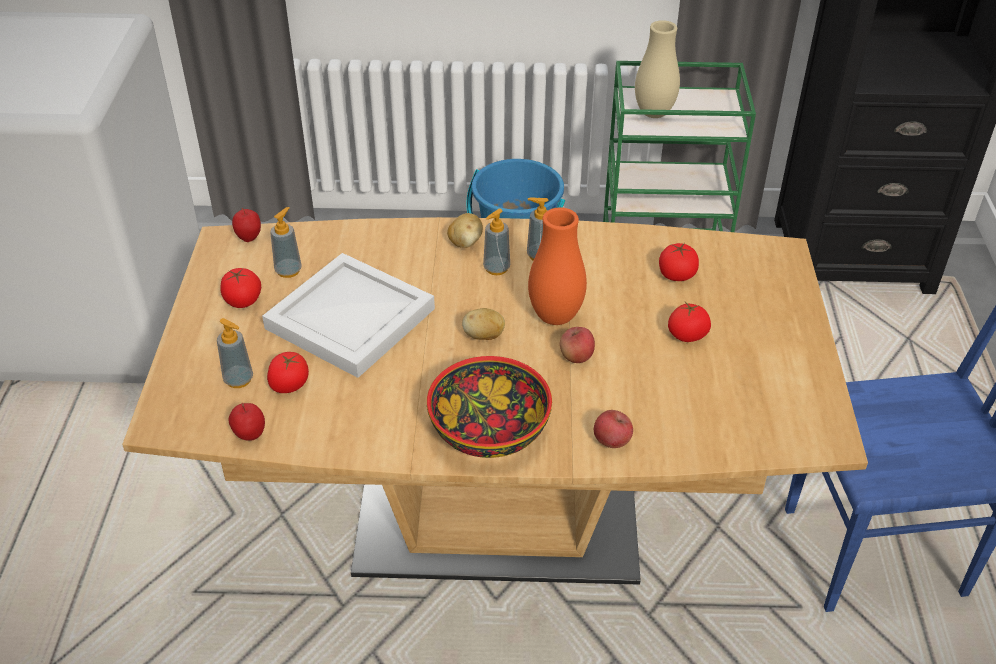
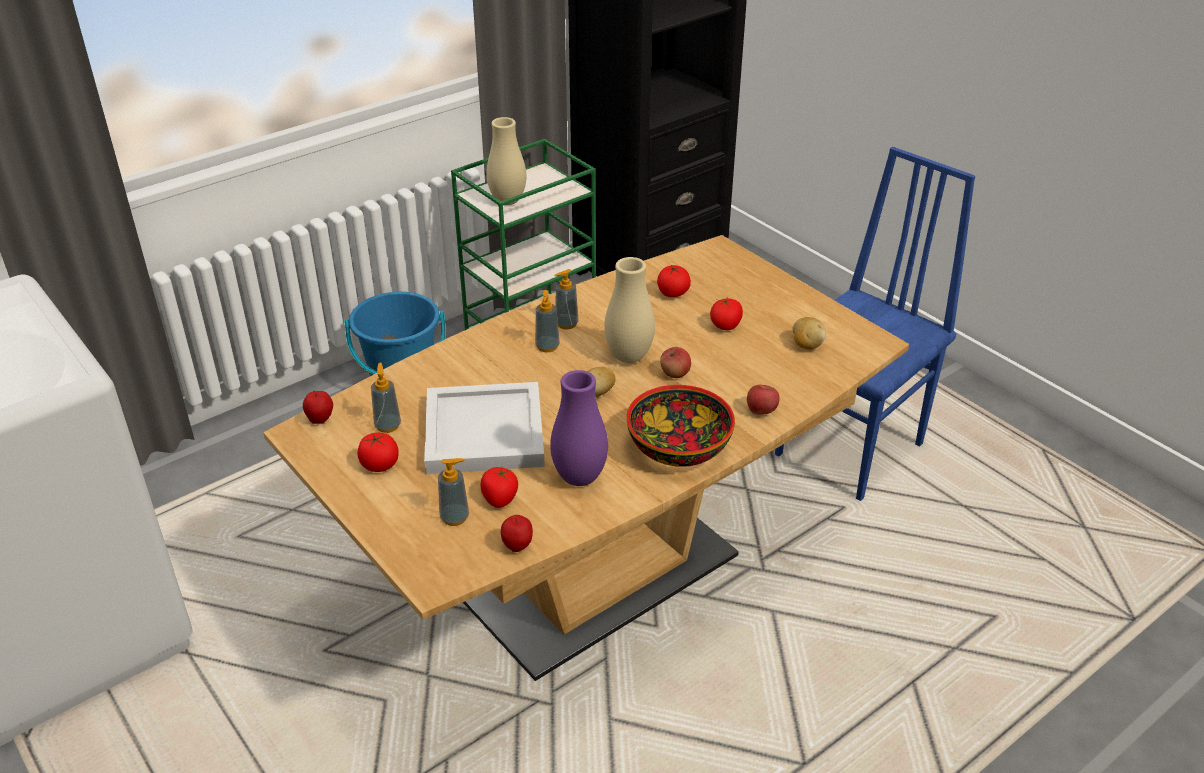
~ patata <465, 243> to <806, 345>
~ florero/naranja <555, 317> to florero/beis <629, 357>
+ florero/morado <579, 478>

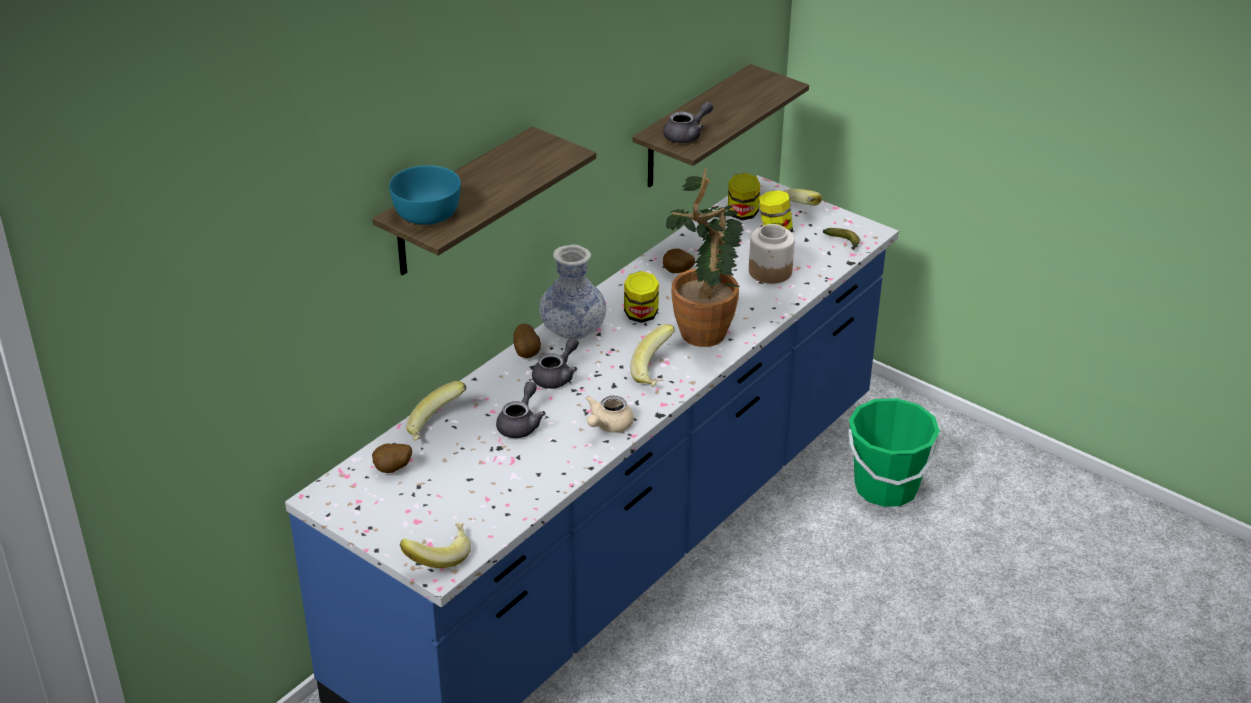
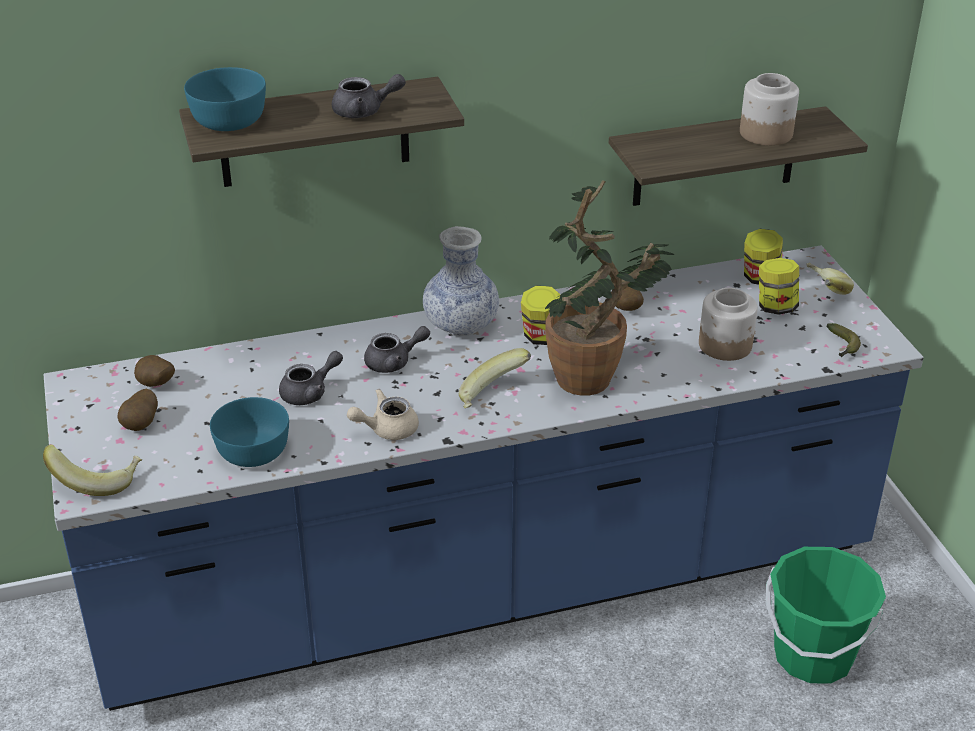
- plátano <437, 427>
~ patata <527, 353> to <142, 425>
~ tetera/gris <687, 135> to <364, 111>
+ cuenco/turquesa <252, 451>
+ tarro <765, 133>

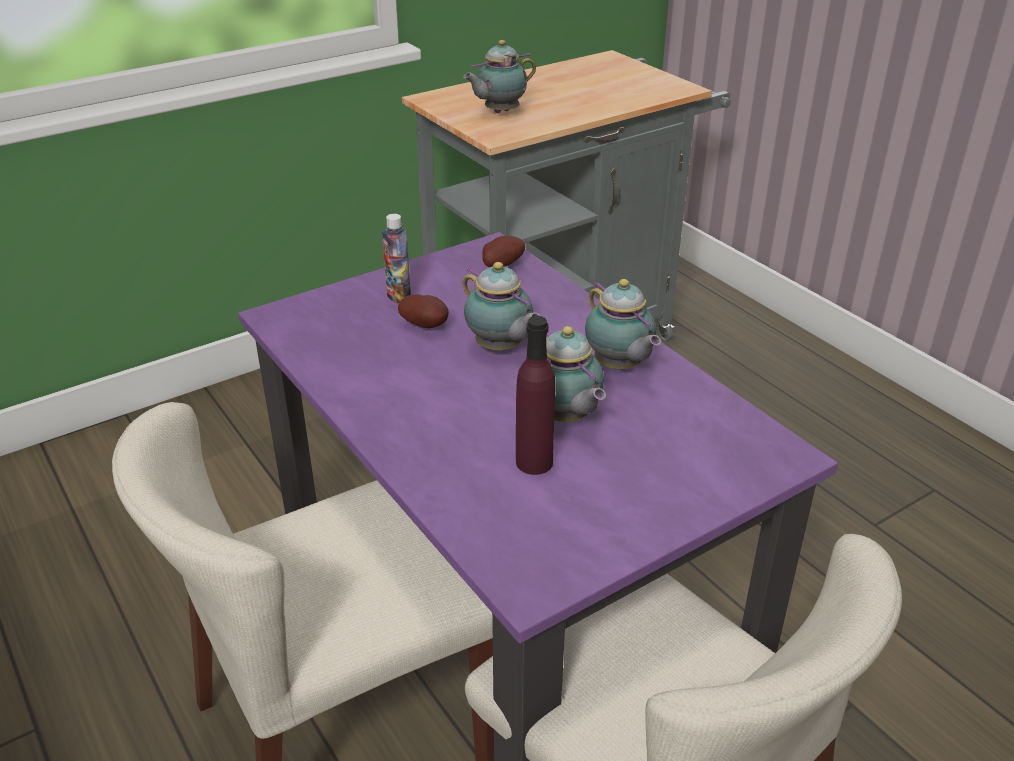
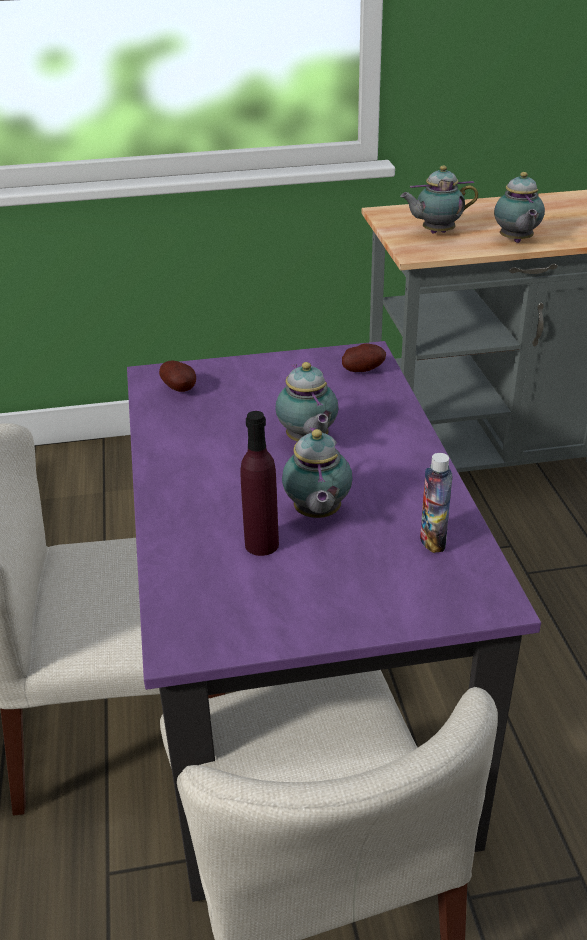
~ botella <399, 296> to <432, 541>
~ patata <426, 326> to <180, 389>
~ tetera <619, 367> to <515, 241>

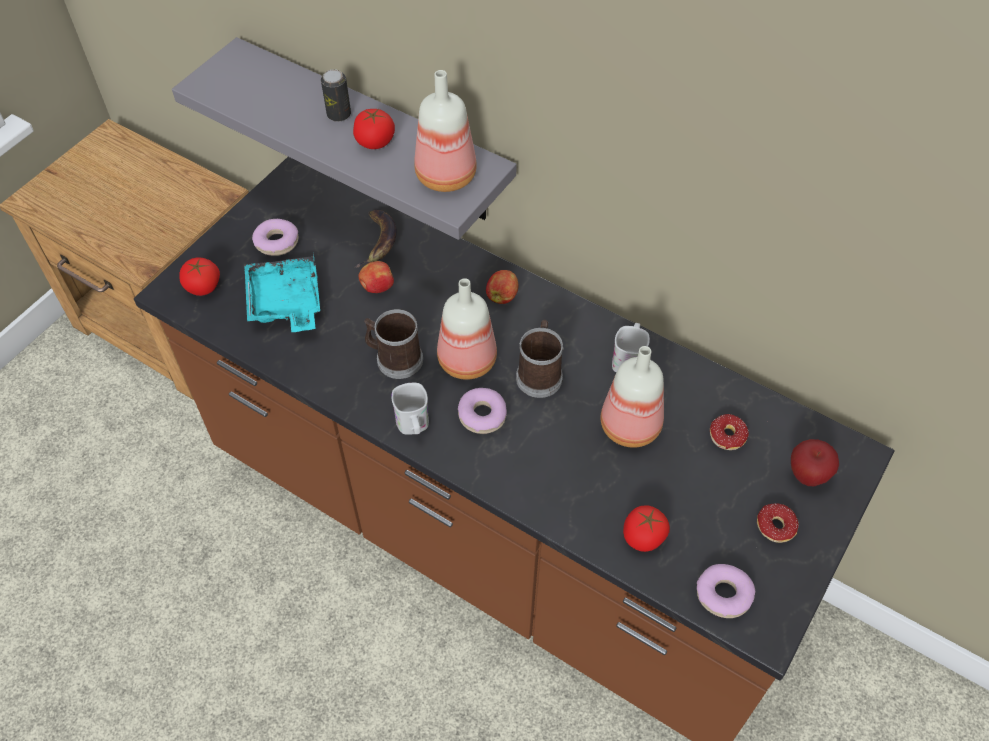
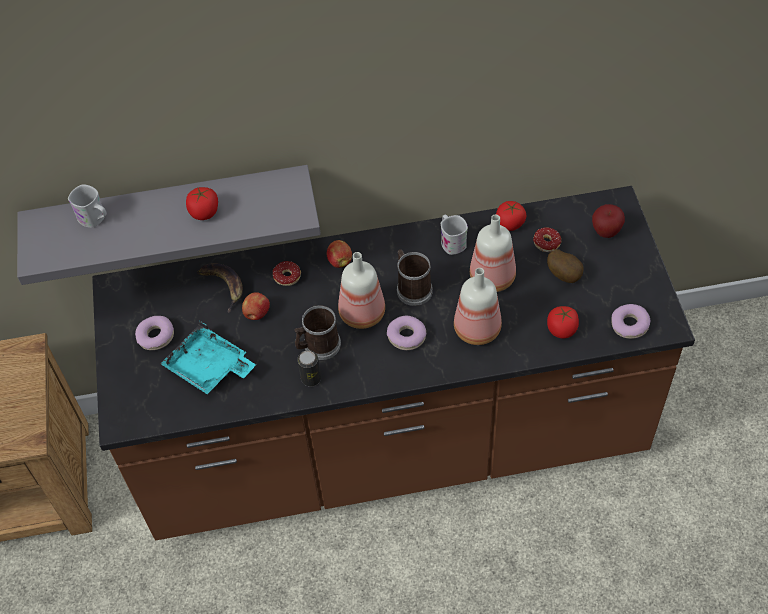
~ tomate <203, 287> to <509, 223>
~ lata <339, 114> to <311, 378>
~ taza grande/blanco <413, 426> to <95, 219>
~ botella <447, 177> to <478, 329>
~ rosquilla <769, 529> to <285, 280>
+ patata <564, 274>

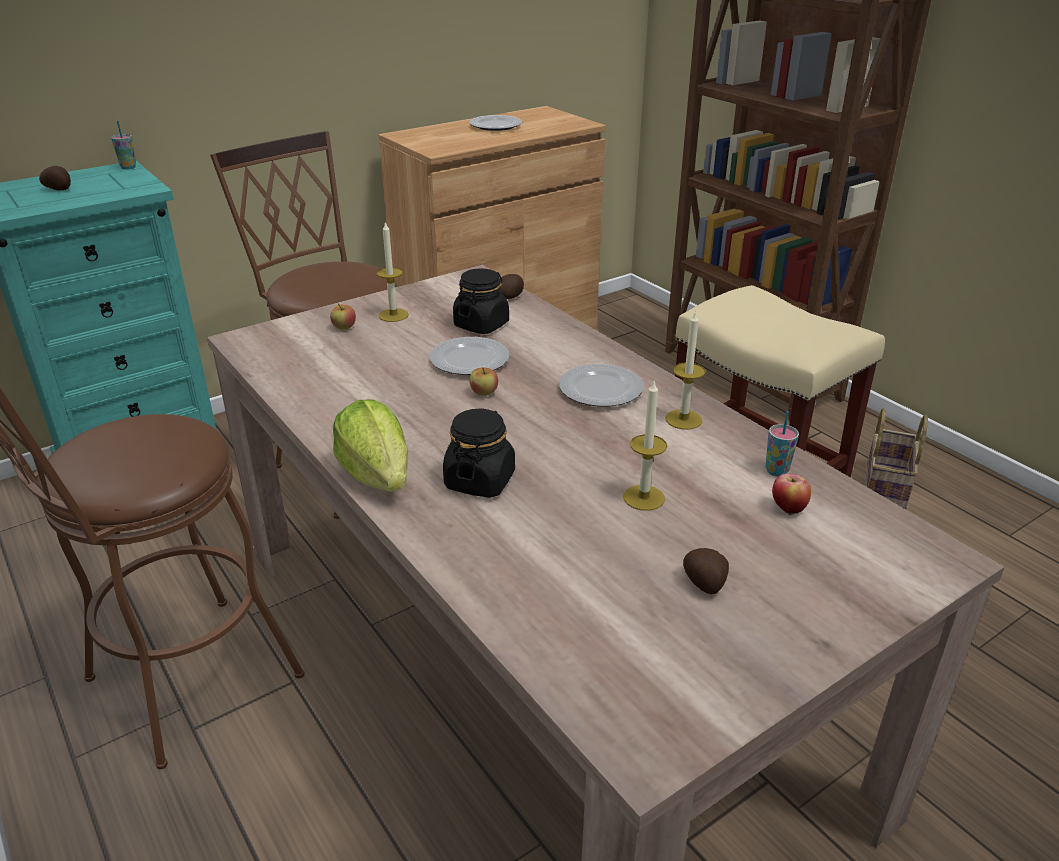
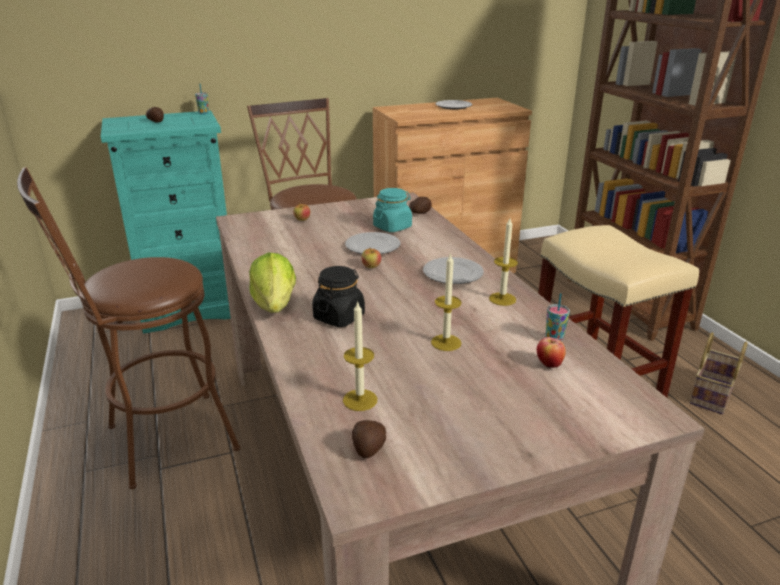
~ vela <393, 315> to <360, 400>
~ tarro/negro <481, 325> to tarro/turquesa <392, 227>
~ patata <705, 583> to <368, 449>

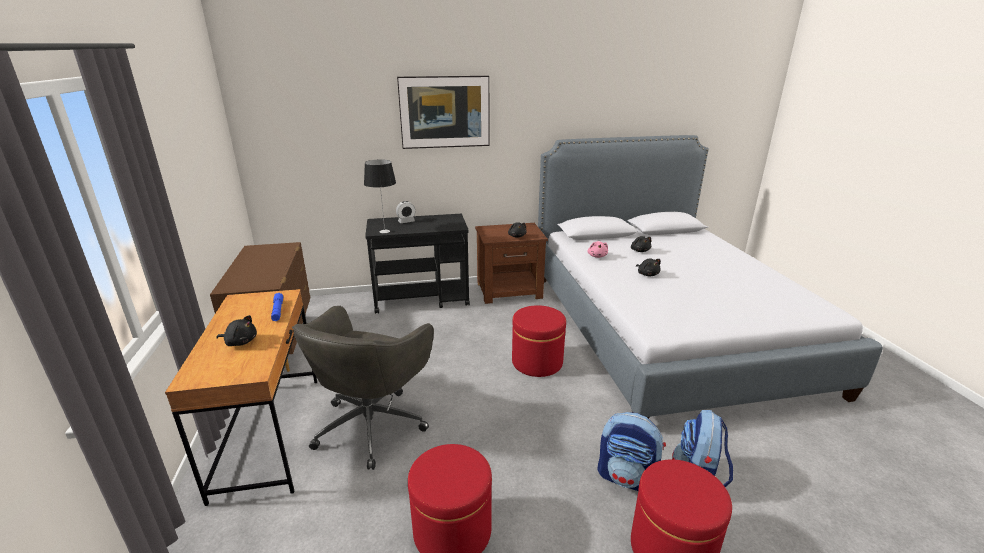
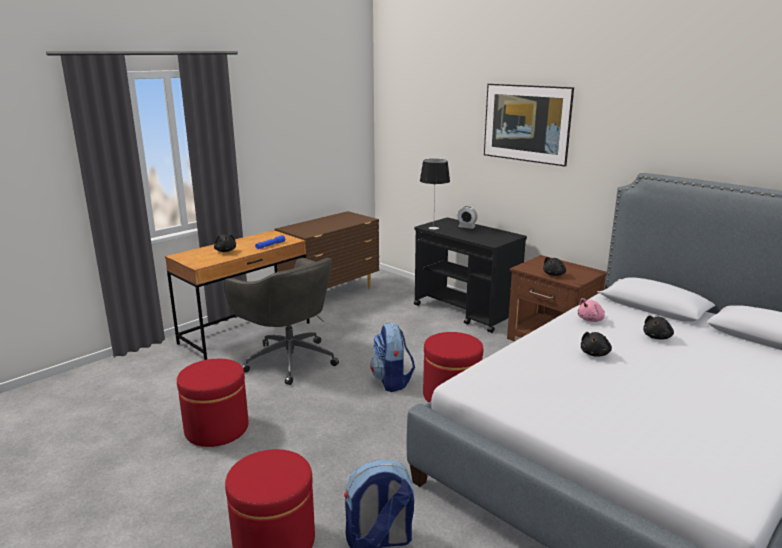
~ silla de oficina/gris <372, 424> = <288, 359> 120 degrees counterclockwise
~ mochila <627, 478> to <392, 381>

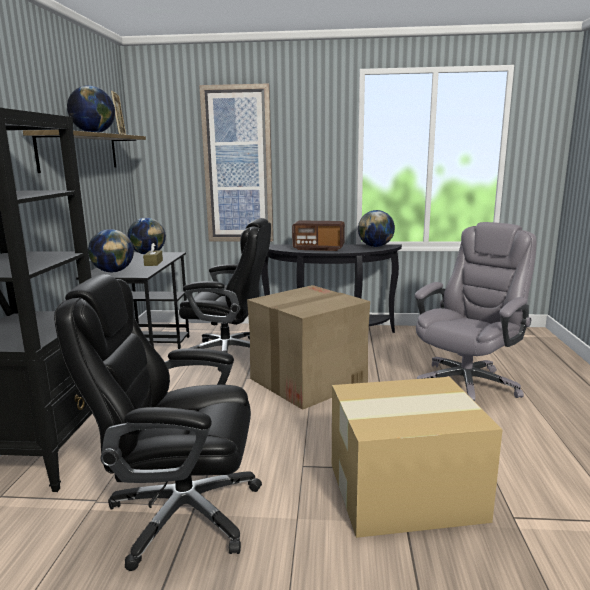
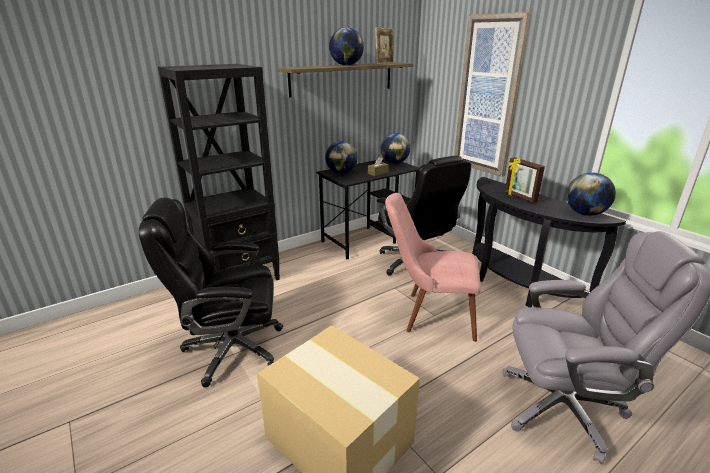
~ silla de oficina/negro <180, 512> = <231, 349> 60 degrees counterclockwise
~ caja de cartón <307, 381> to silla/rosa <429, 314>
~ radio <318, 248> to portarretratos <519, 197>

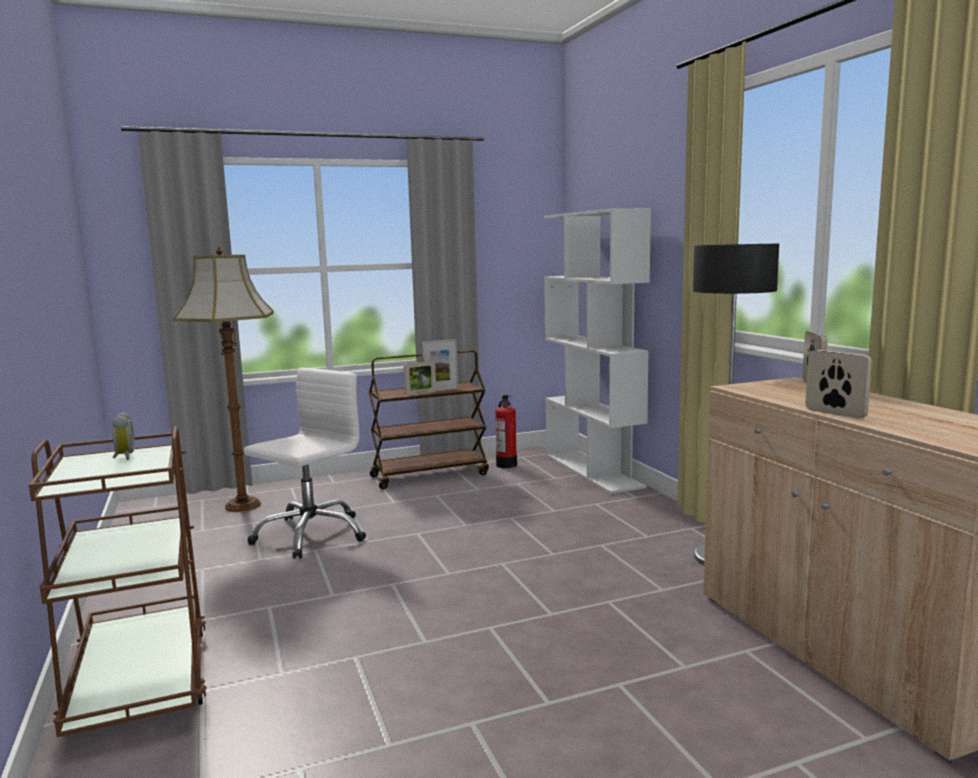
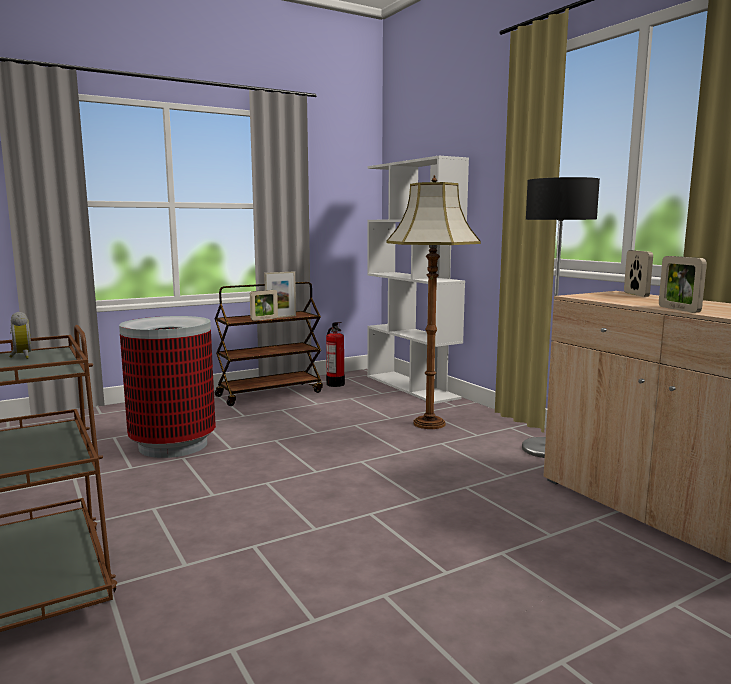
~ lámpara de pie <243, 505> to <429, 423>
~ silla de oficina/blanco <310, 534> to papelera <174, 445>
~ portarretratos <835, 413> = <678, 309> 150 degrees counterclockwise

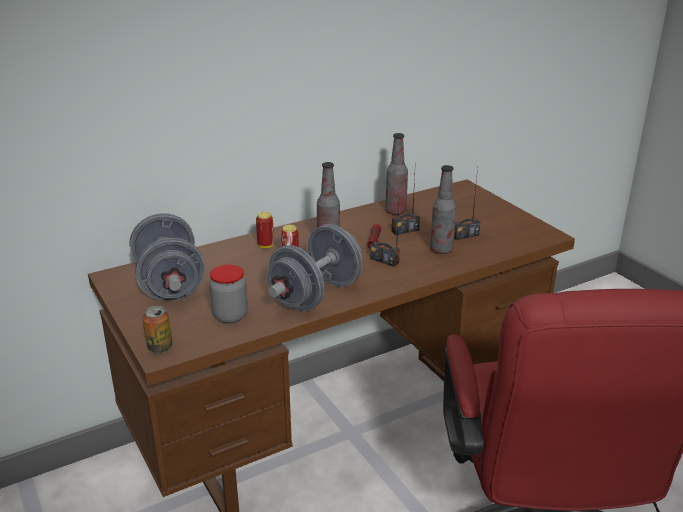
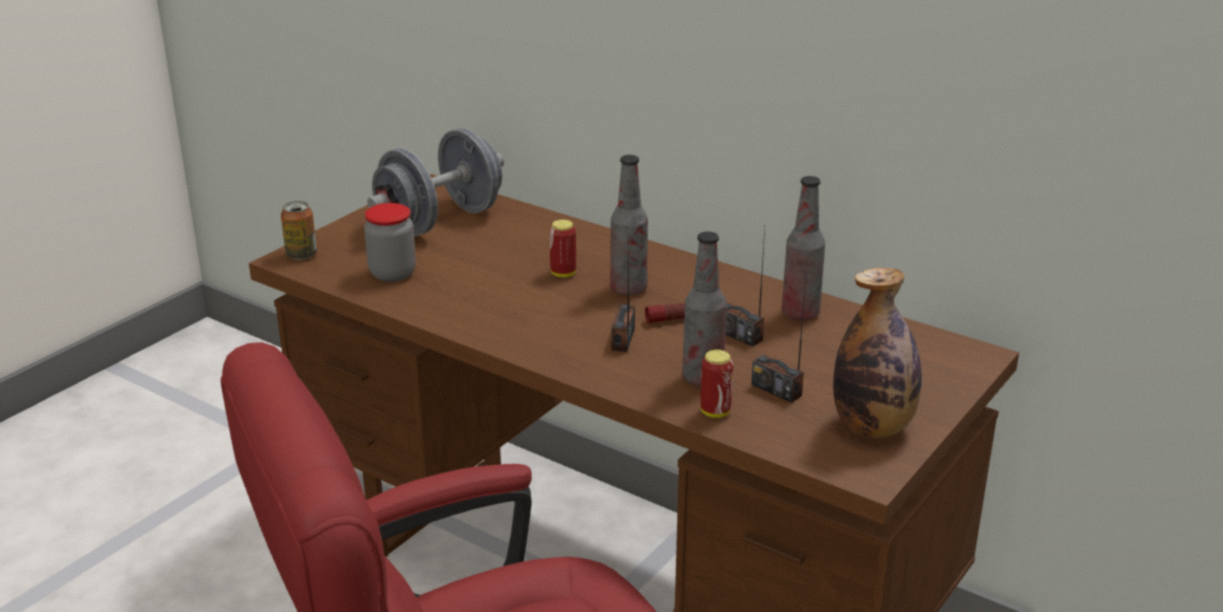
~ lata <265, 246> to <715, 412>
- mancuerna/gris <316, 295>
+ botella <873, 427>

